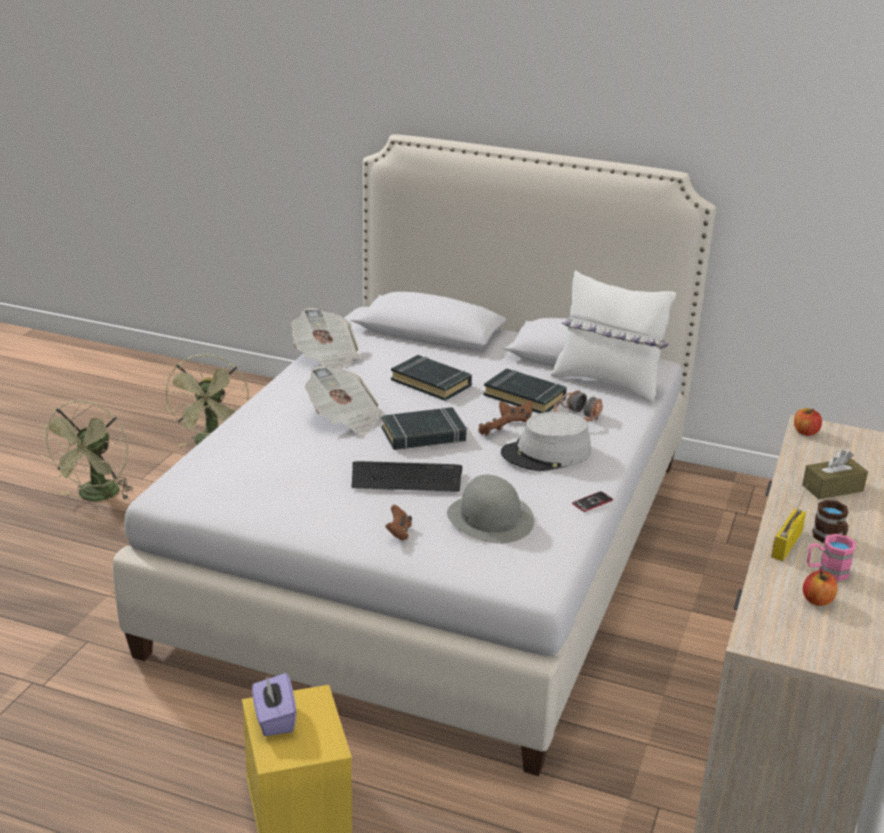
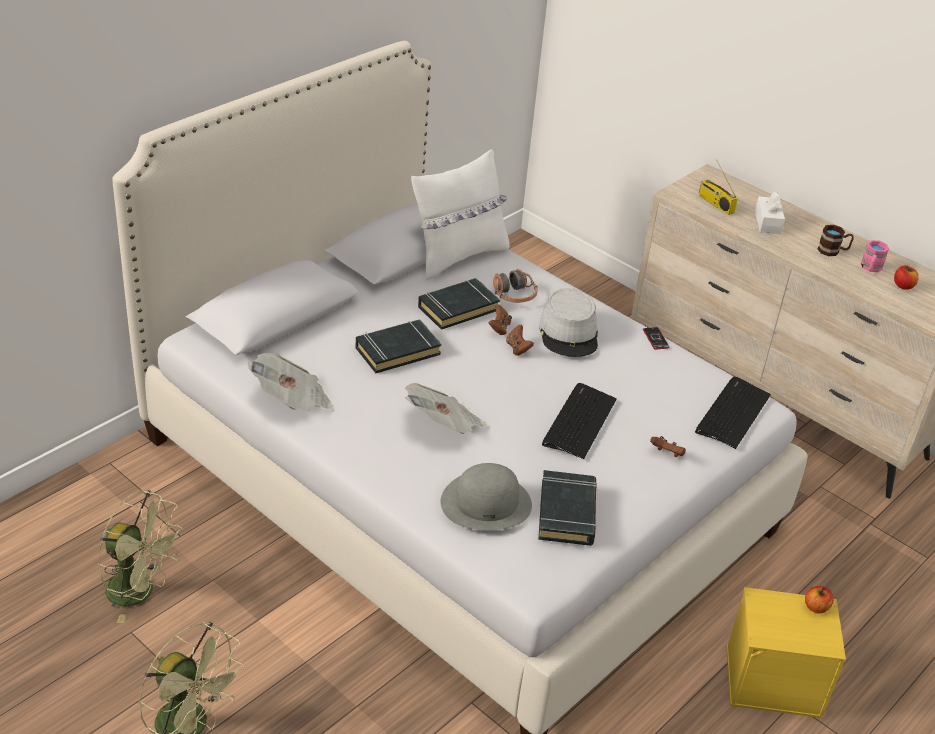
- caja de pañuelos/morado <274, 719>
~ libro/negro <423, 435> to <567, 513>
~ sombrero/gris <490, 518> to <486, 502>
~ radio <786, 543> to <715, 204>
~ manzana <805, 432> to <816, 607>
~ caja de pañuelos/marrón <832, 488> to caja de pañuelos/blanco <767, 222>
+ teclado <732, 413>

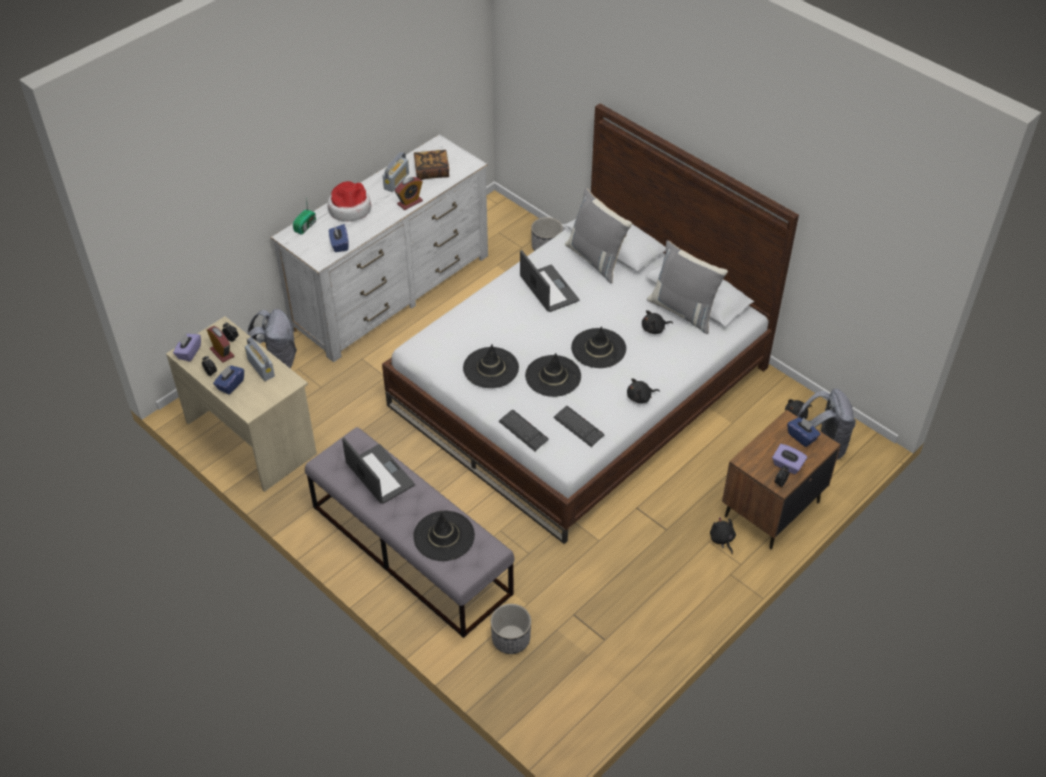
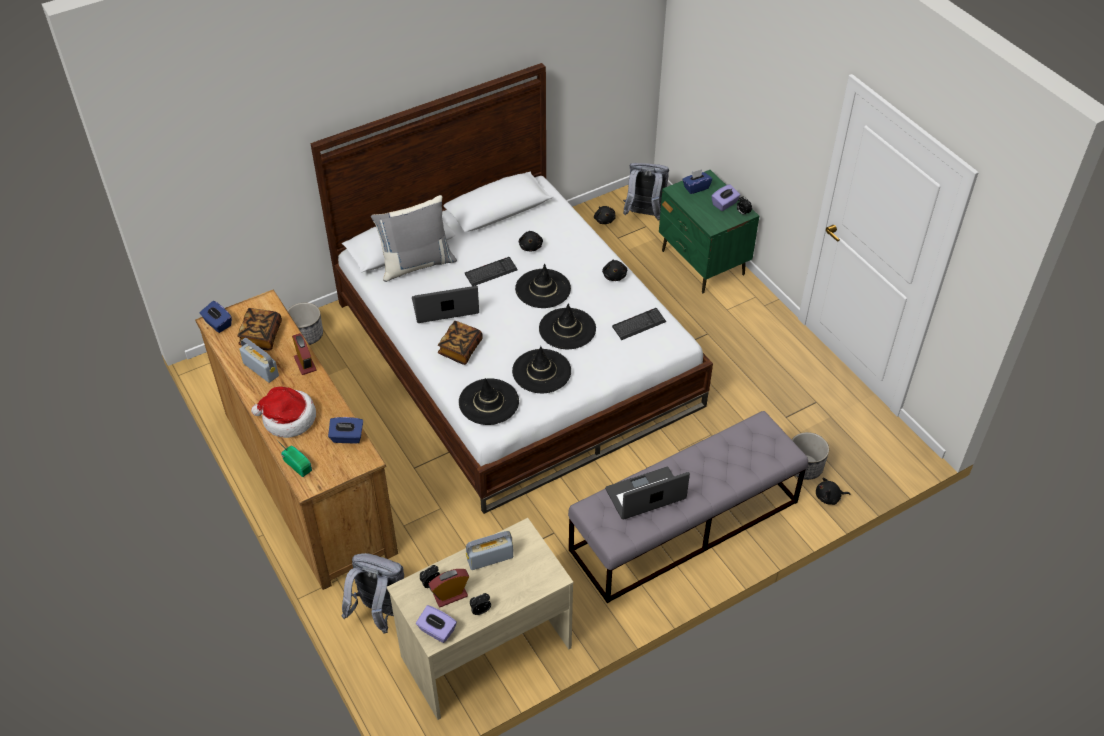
~ caja de pañuelos/azul <230, 385> to <217, 324>
~ cómoda/blanco <391, 291> to cómoda/marrón <308, 480>
~ sombrero/negro <444, 536> to <489, 402>
~ teclado <523, 431> to <491, 272>
- cojín/gris <684, 310>
~ peluche/negro <722, 539> to <829, 497>
~ mesita de noche/marrón <771, 509> to mesita de noche/verde <702, 263>
+ libro <460, 349>

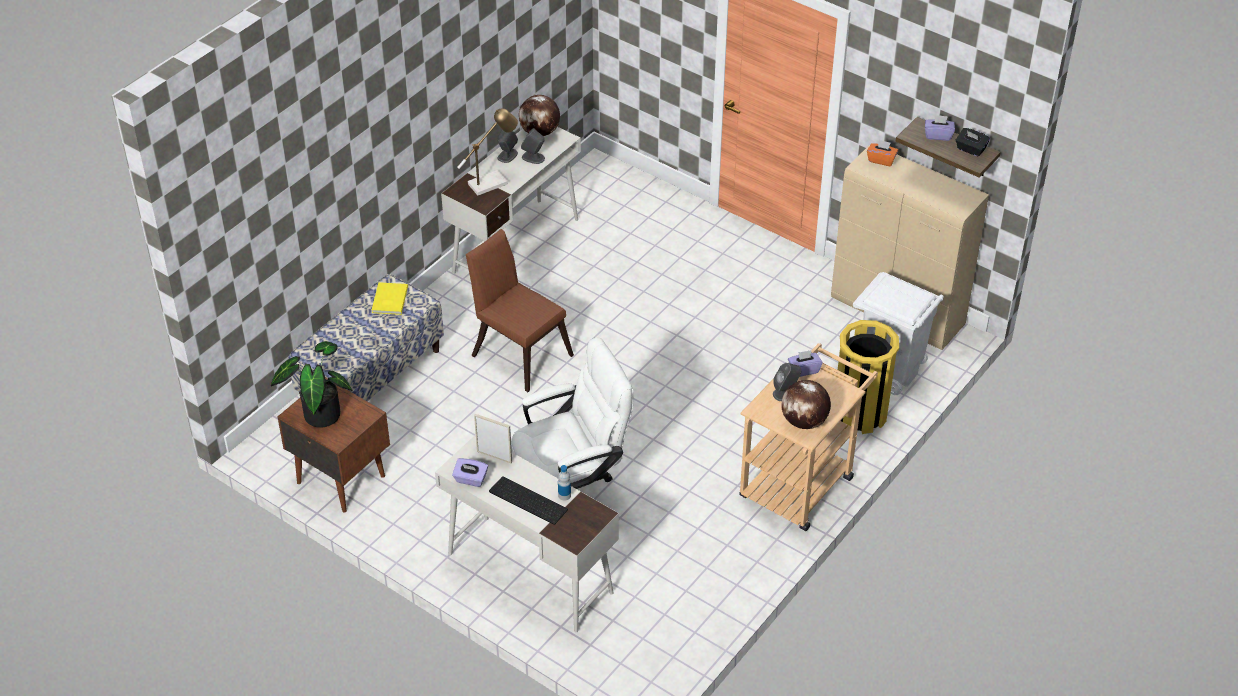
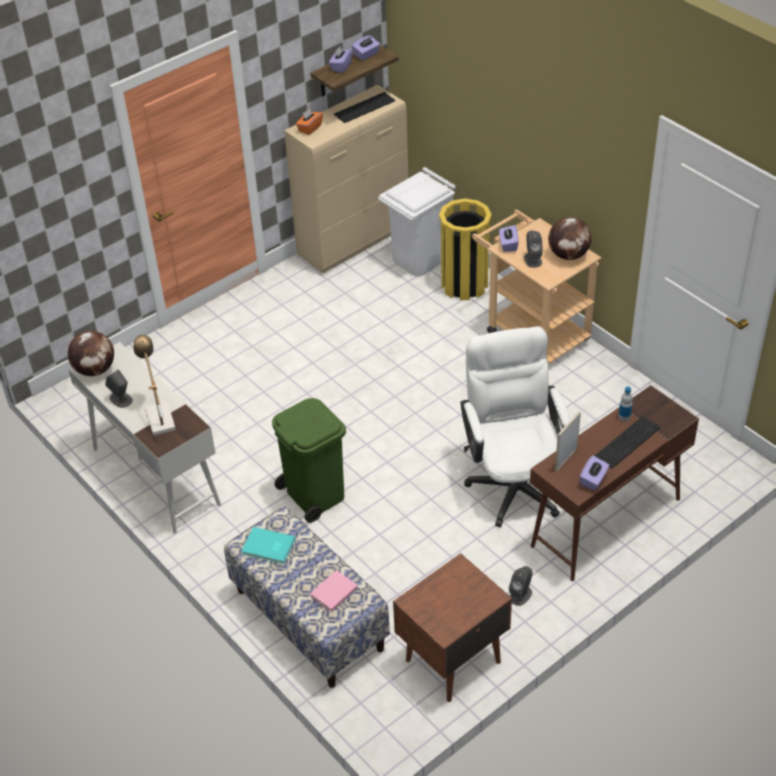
- planta en maceta <319, 413>
~ libro/amarillo <388, 300> to libro/turquesa <269, 548>
~ escritorio/blanco <529, 572> to escritorio/marrón <605, 523>
~ silla/marrón <518, 352> to papelera/verde <314, 494>
~ altavoz/gris <533, 158> to <520, 595>
~ caja de pañuelos/negro <970, 149> to caja de pañuelos/morado <366, 55>
+ libro/rosa <332, 592>
+ teclado <364, 107>

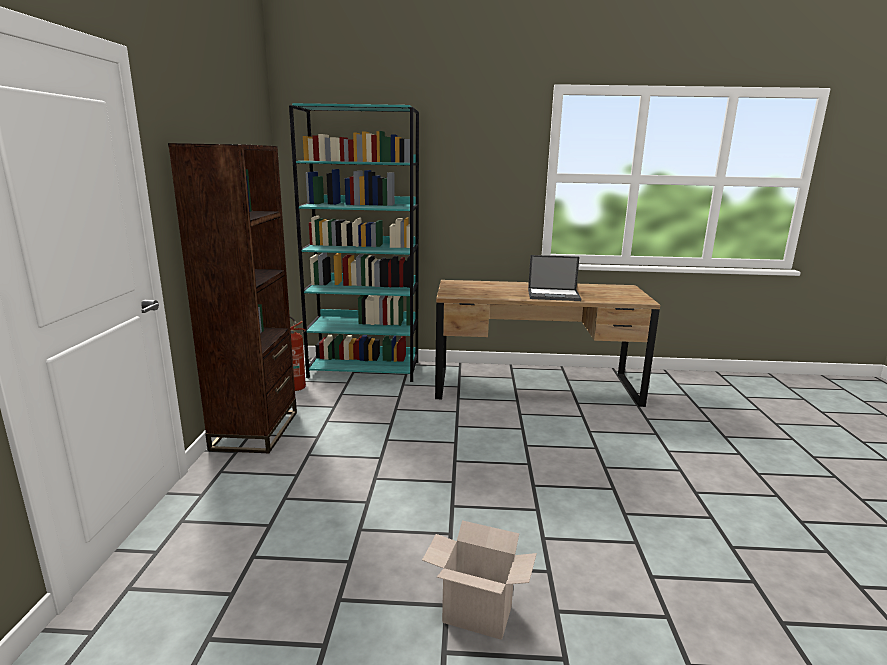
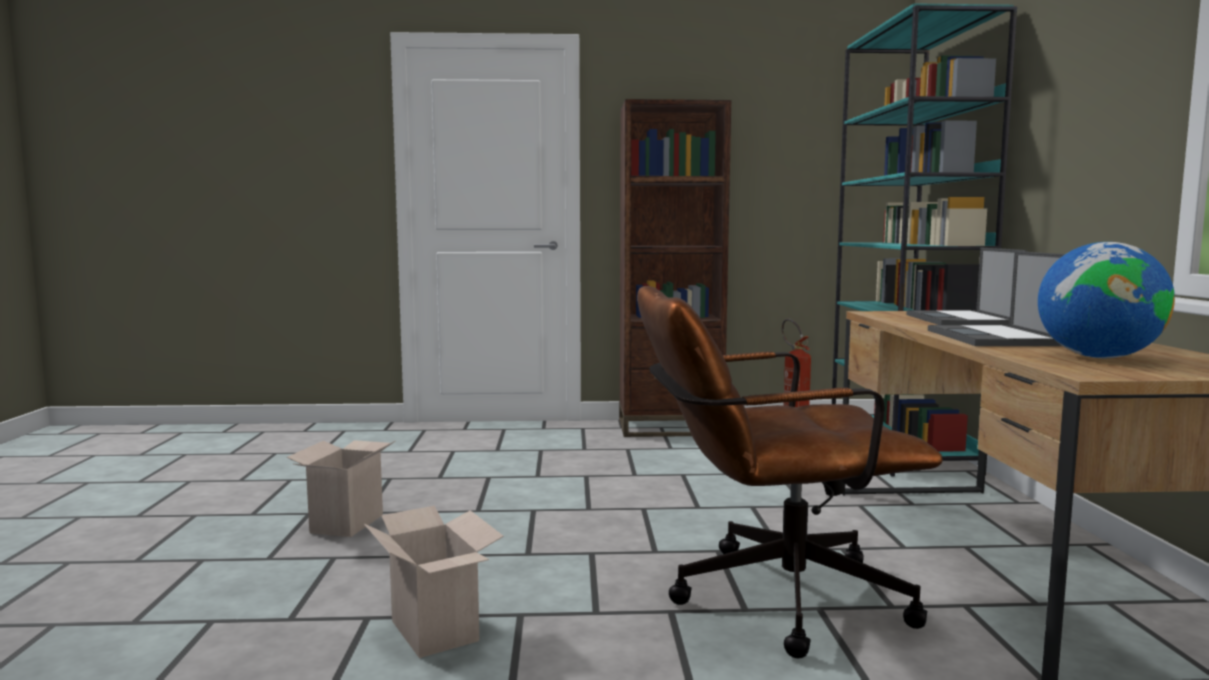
+ caja de cartón <438, 631>
+ silla de oficina/marrón <769, 598>
+ portátil <962, 320>
+ globo terráqueo <1098, 357>

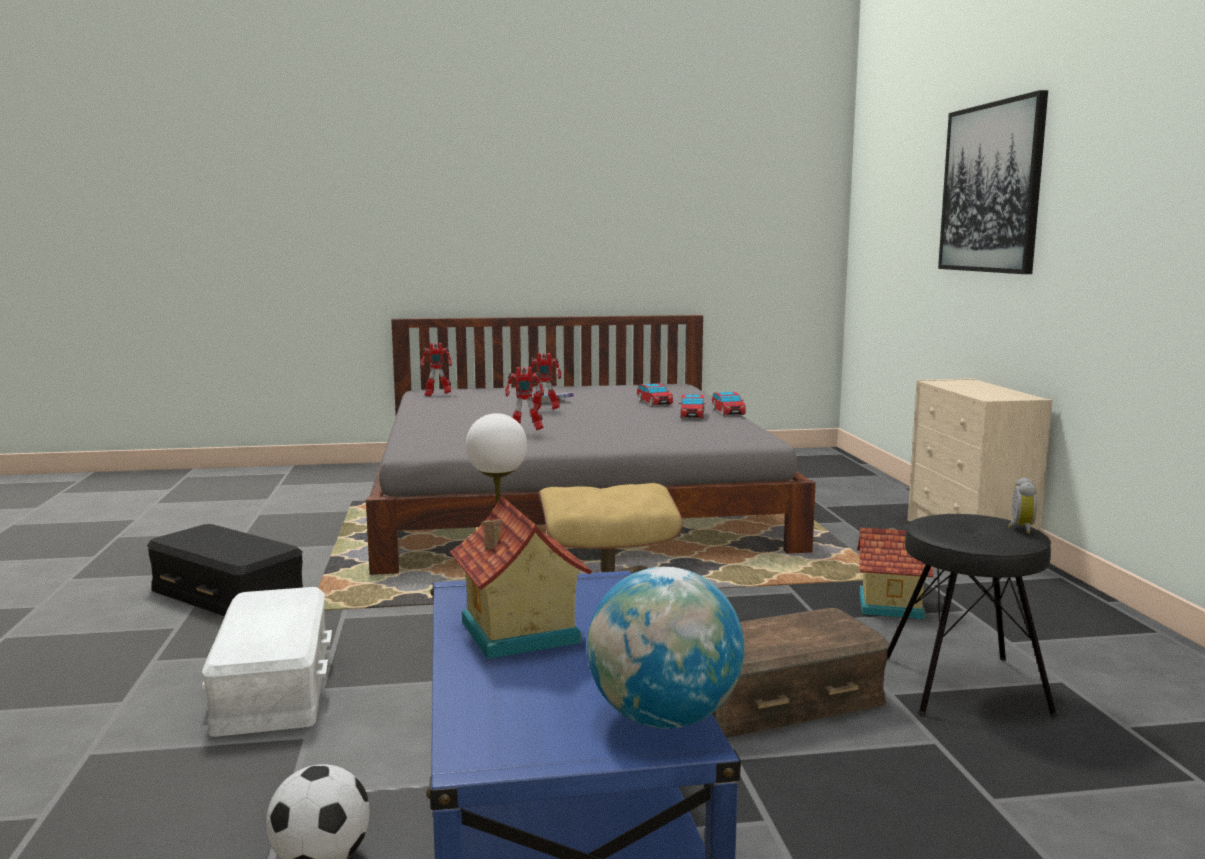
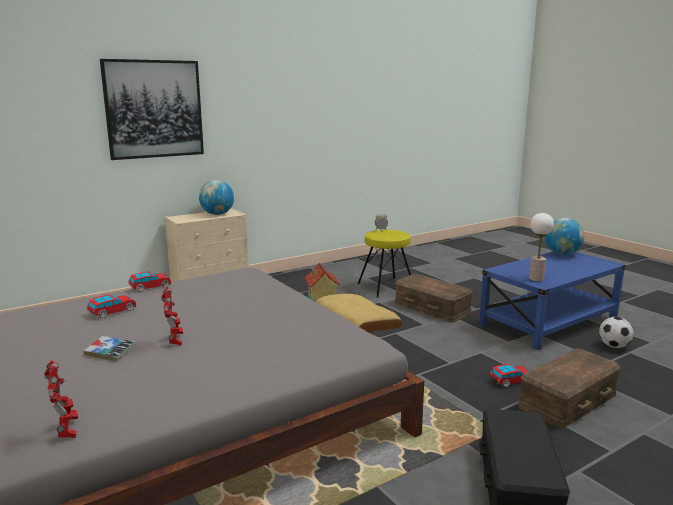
~ caja de almacenaje/blanco <275, 684> to caja de almacenaje/marrón <566, 400>
- casita <516, 633>
- robot de juguete <525, 432>
~ coche de juguete <692, 415> to <511, 381>
~ taburete/negro <963, 685> to taburete/amarillo <386, 287>
+ globo terráqueo <217, 214>

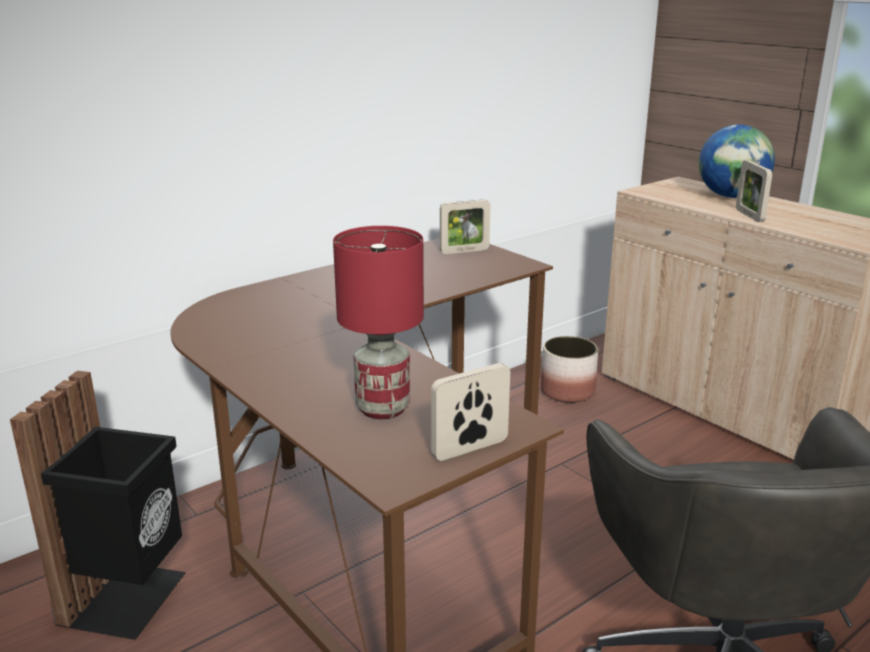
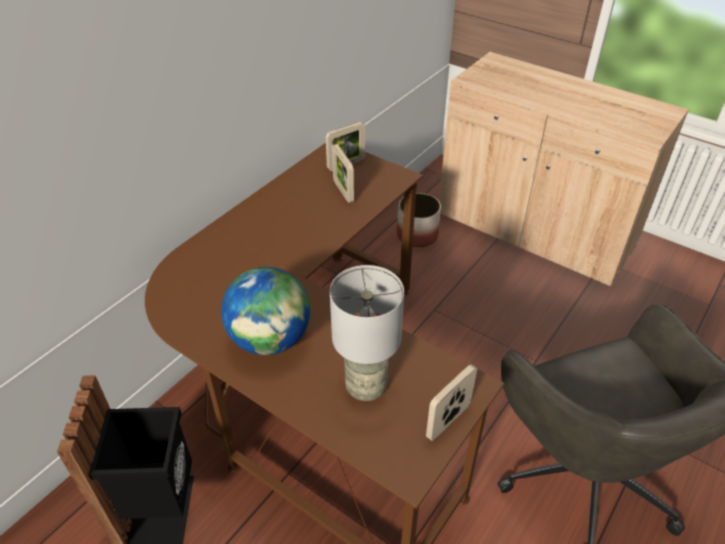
~ lámpara de mesa/rojo <384, 408> to lámpara de mesa/gris <367, 387>
~ globo terráqueo <731, 196> to <270, 340>
~ portarretratos <749, 215> to <343, 191>

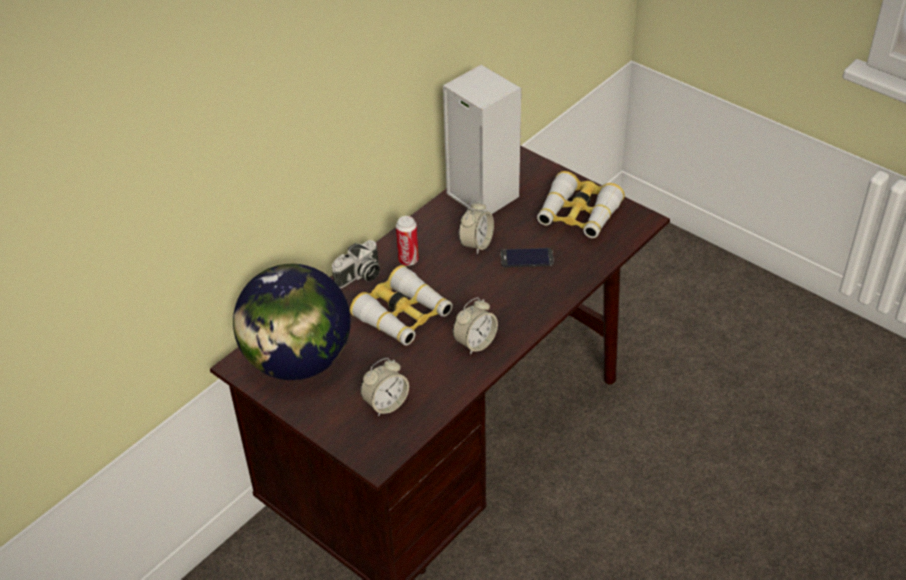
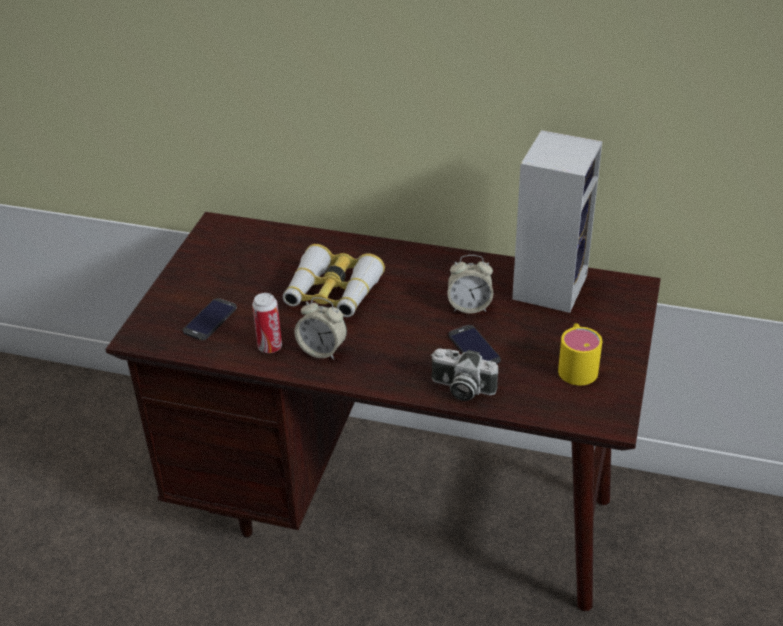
- globo terráqueo <298, 361>
~ cámara <359, 276> to <461, 389>
~ despertador <386, 404> to móvil <210, 319>
~ lata <408, 260> to <270, 347>
~ prismáticos <578, 215> to taza grande/amarillo <576, 365>

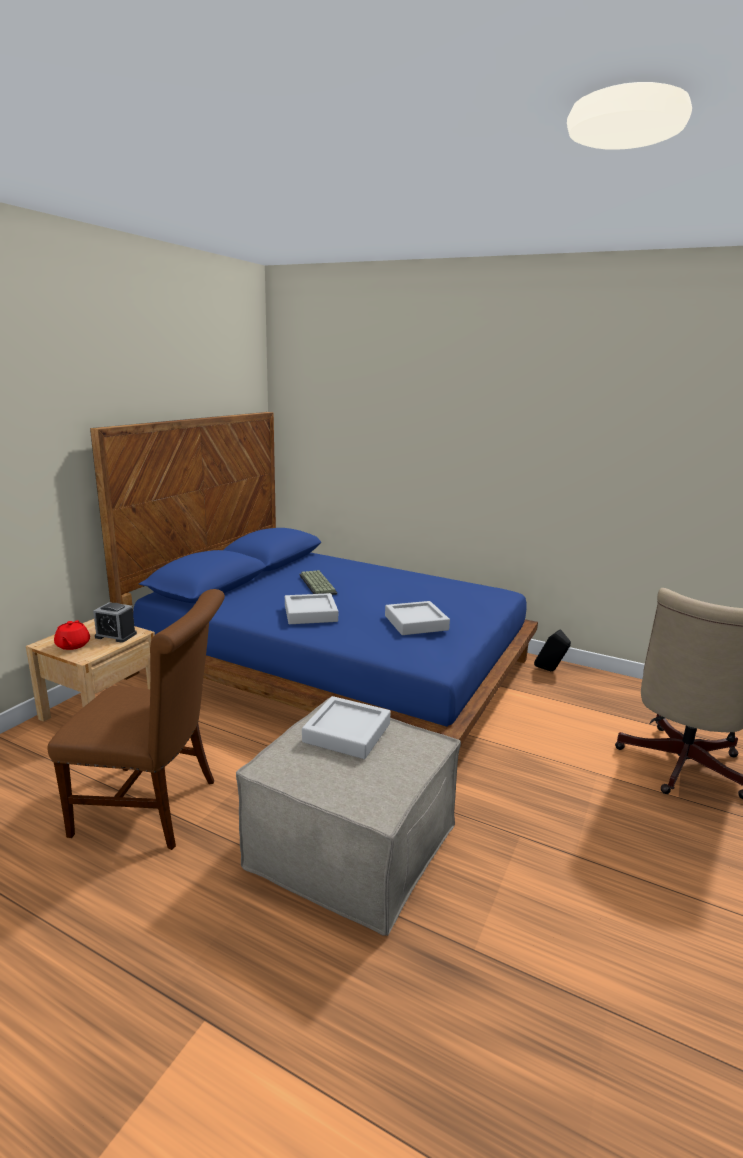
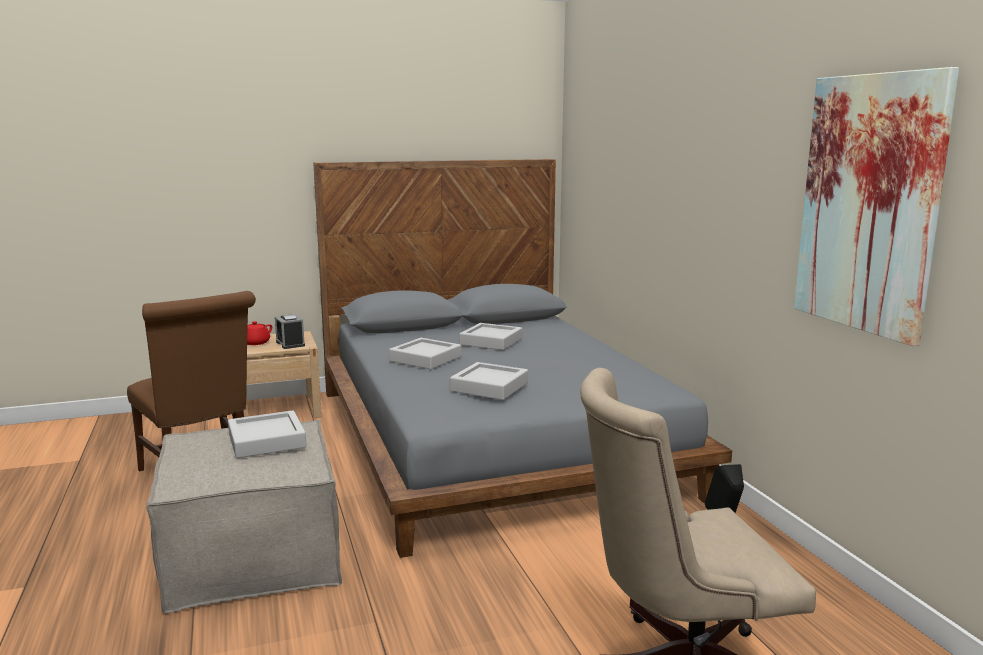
~ cama/azul <337, 667> to cama/gris <493, 439>
~ teclado <318, 584> to bandeja/gris <491, 341>
+ cuadro <869, 204>

